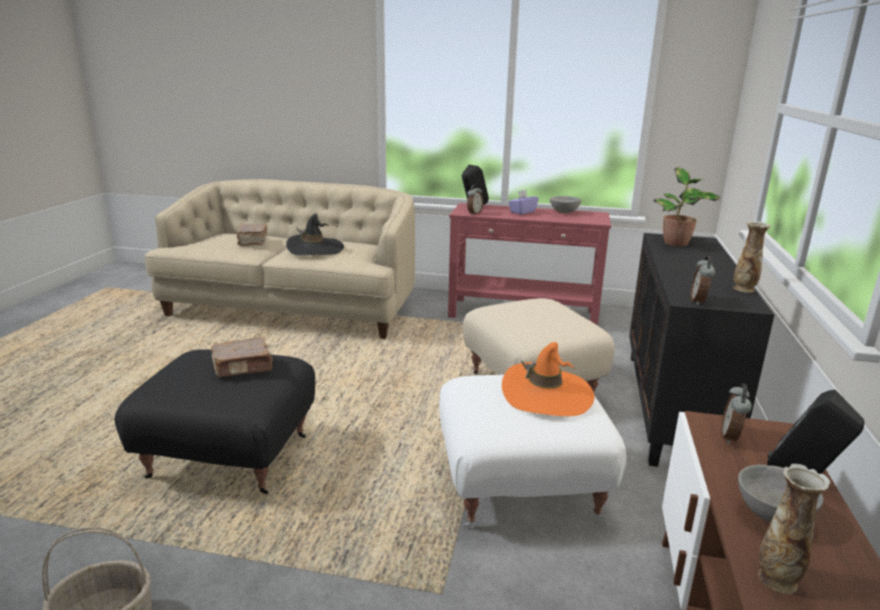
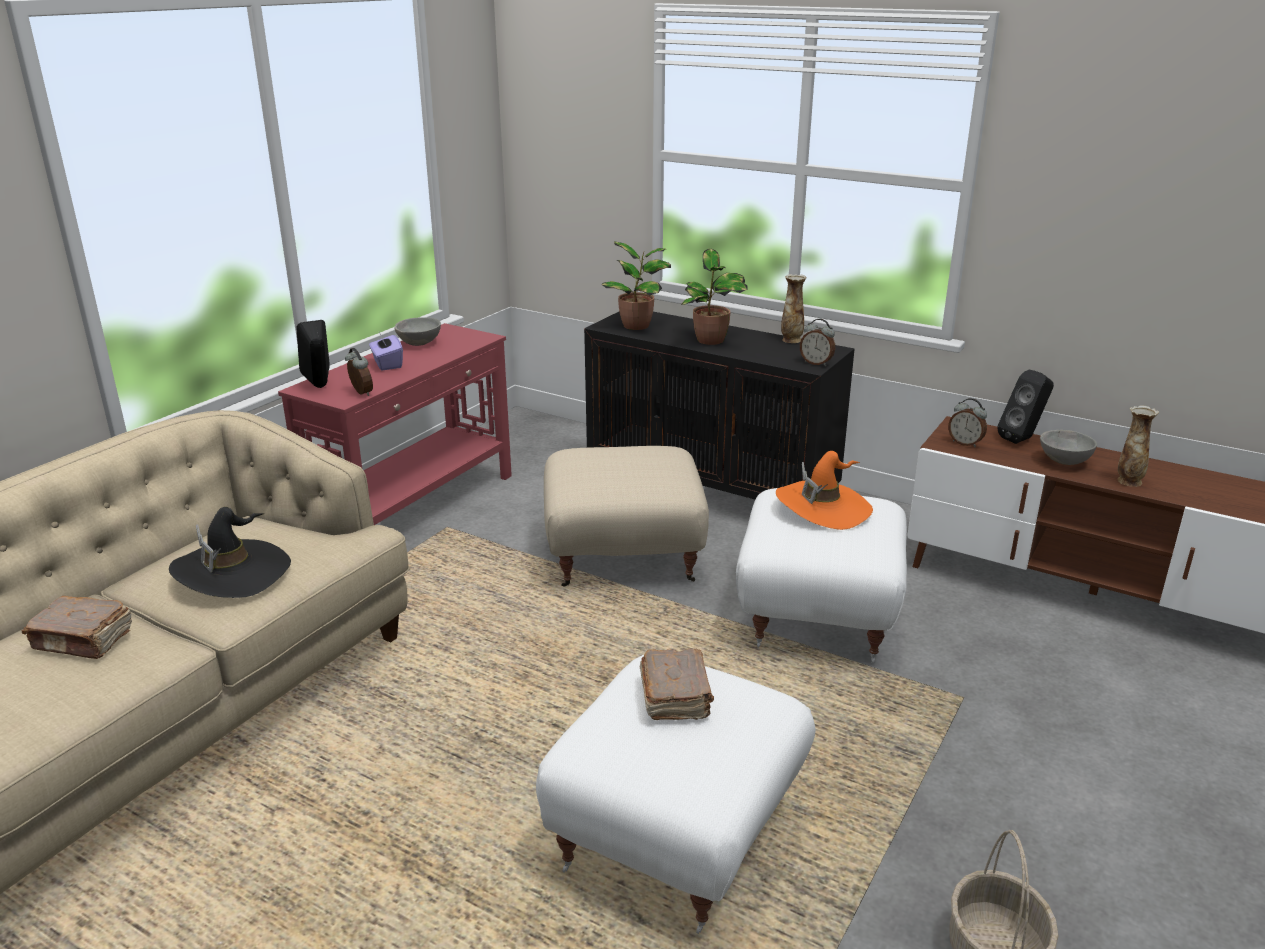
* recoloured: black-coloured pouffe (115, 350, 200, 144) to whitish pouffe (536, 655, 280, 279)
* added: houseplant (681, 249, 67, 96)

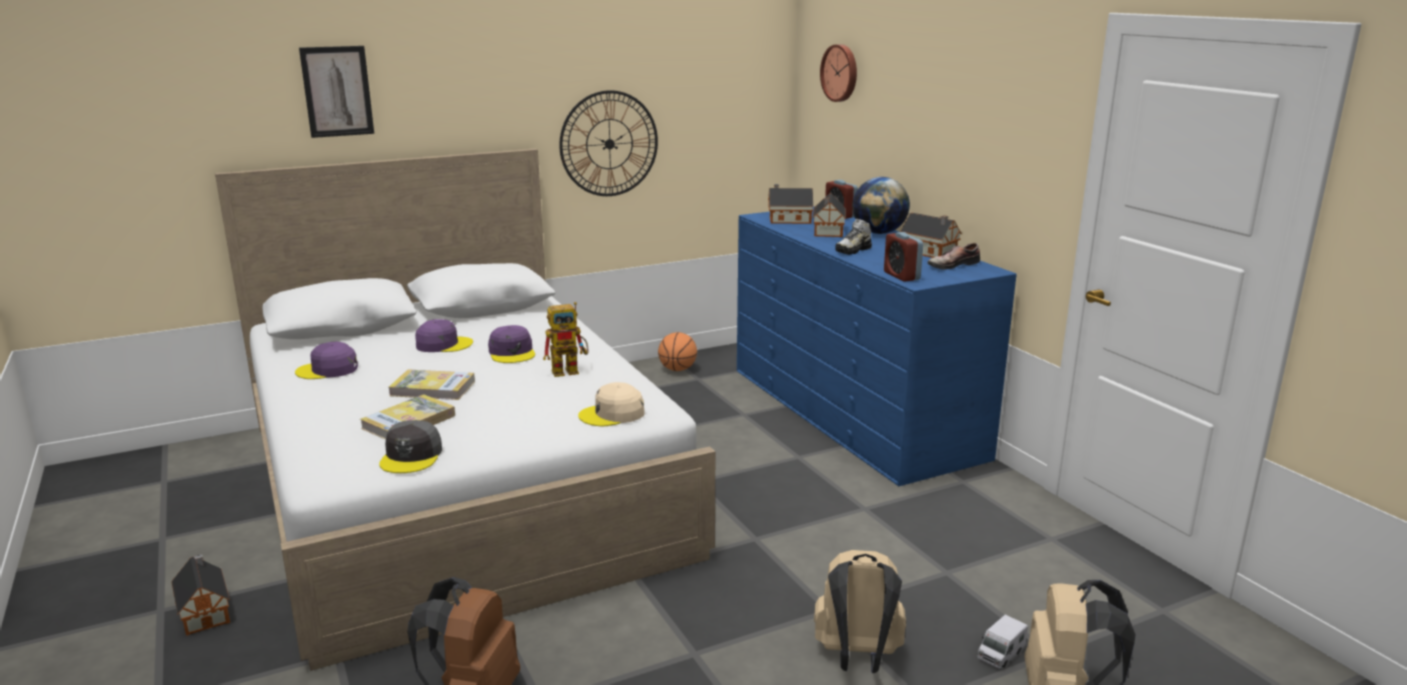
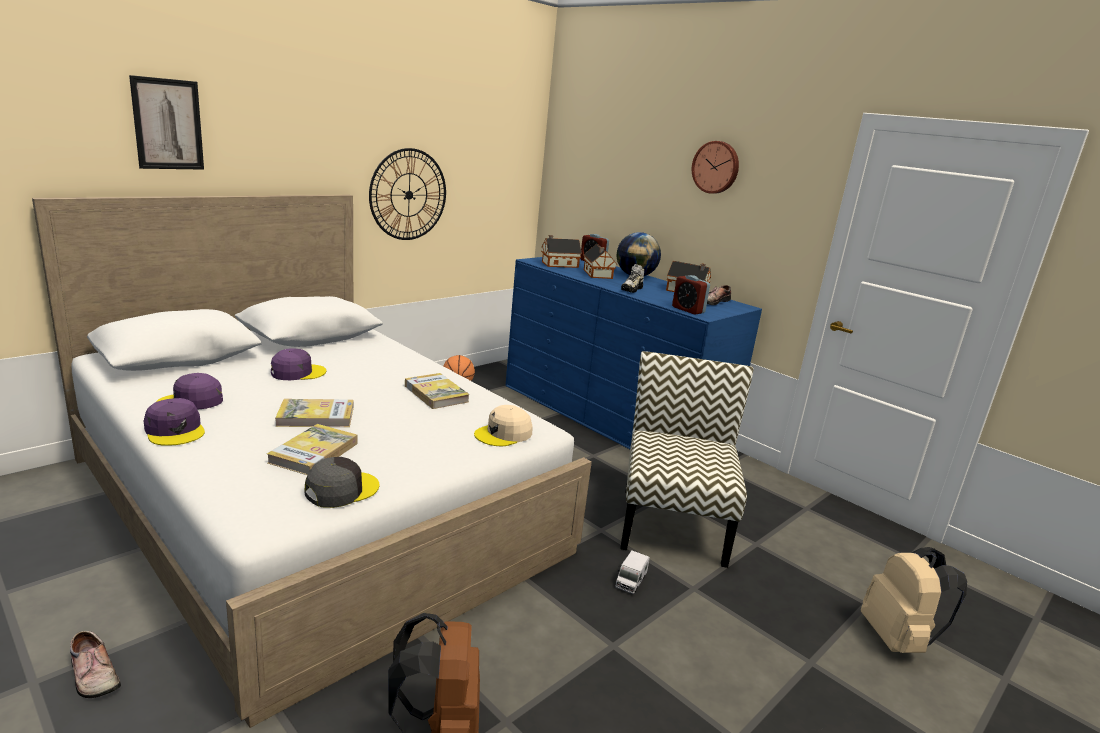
* replaced: miniature house (171, 554, 59, 82) to item of footwear (70, 631, 51, 67)
* turned: greyish baseball cap (379, 420, 63, 53) = (304, 457, 75, 51) 120 degrees counterclockwise
* moved: purple baseball cap (488, 325, 47, 38) to (144, 398, 61, 48)
* replaced: robot figure (543, 302, 46, 75) to book (405, 373, 65, 36)
* removed: beige rucksack (814, 550, 92, 123)
* moved: clock on the wall (820, 44, 37, 58) to (692, 141, 47, 53)
* moved: model truck (977, 615, 51, 54) to (615, 550, 35, 44)
* added: chair (620, 351, 134, 217)

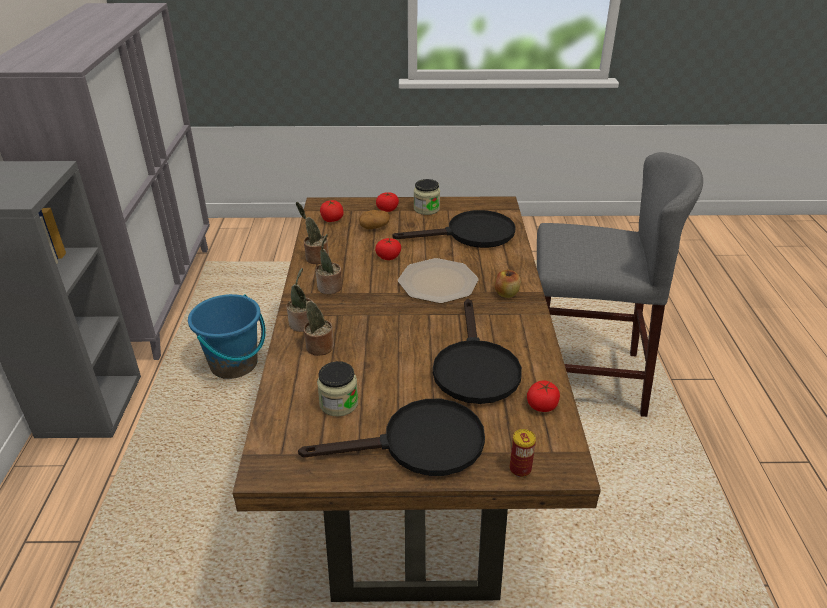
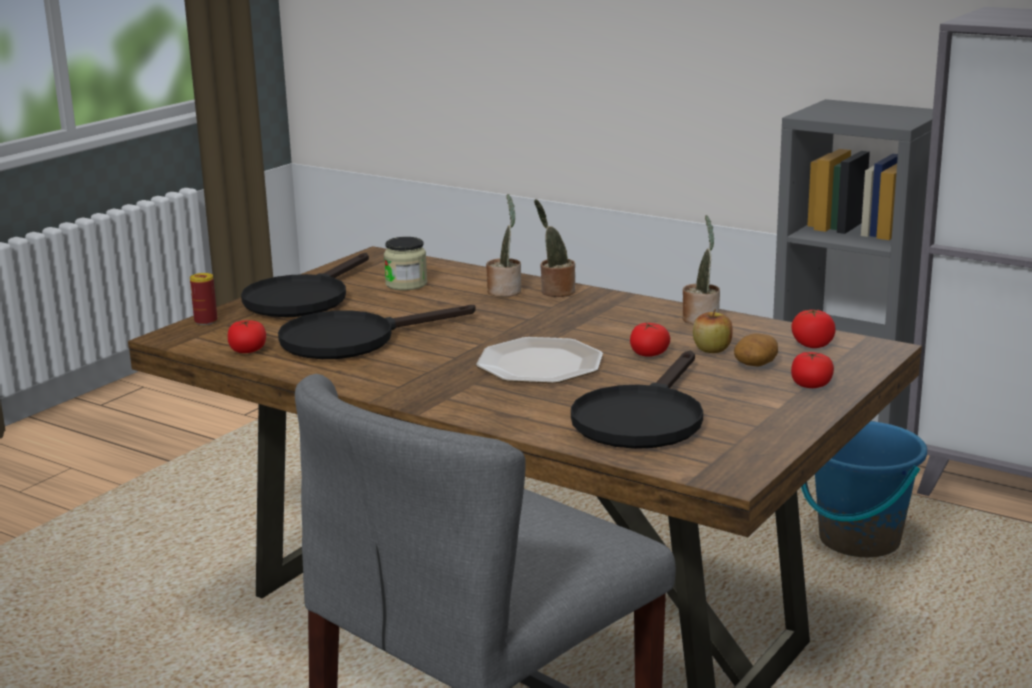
* removed: houseplant (316, 234, 26, 60)
* removed: preserve jar (414, 179, 26, 36)
* turned: black-coloured frying pan (433, 299, 89, 105) = (278, 305, 197, 54) 60 degrees counterclockwise
* moved: apple (494, 270, 27, 28) to (693, 309, 40, 44)

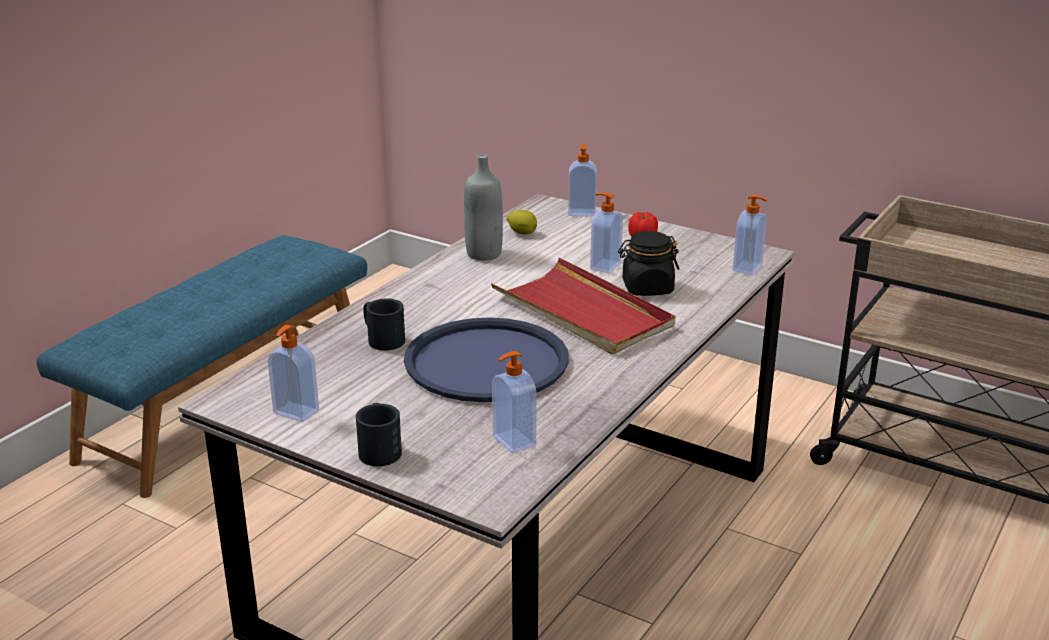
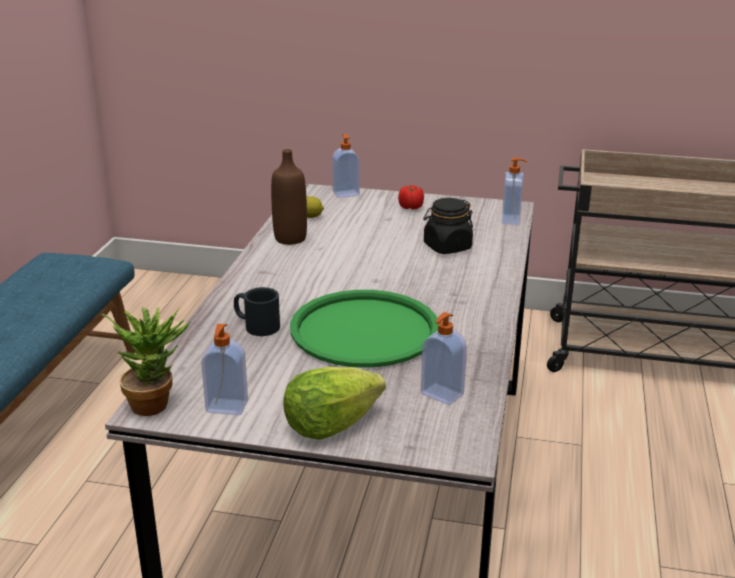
* replaced: black-coloured coffee mug (356, 403, 46, 63) to head of lettuce (283, 367, 103, 73)
* recoloured: blue-coloured carrying tray (404, 317, 165, 85) to greenish carrying tray (290, 290, 148, 78)
* recoloured: greyish bottle (464, 155, 39, 106) to brownish bottle (271, 149, 36, 96)
* removed: reddish carrying tray (491, 258, 184, 97)
* removed: soap dispenser (590, 192, 33, 81)
* added: houseplant (102, 307, 88, 109)

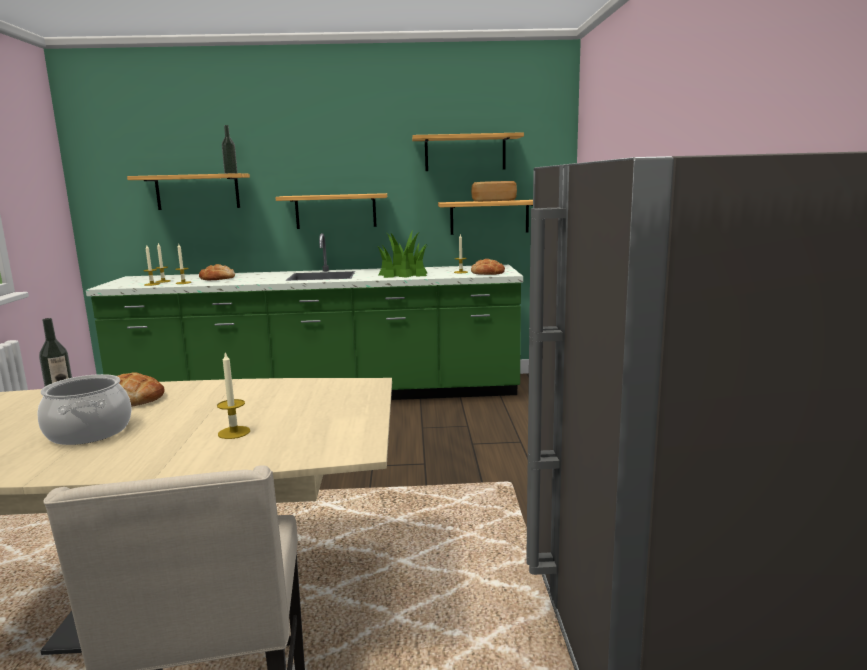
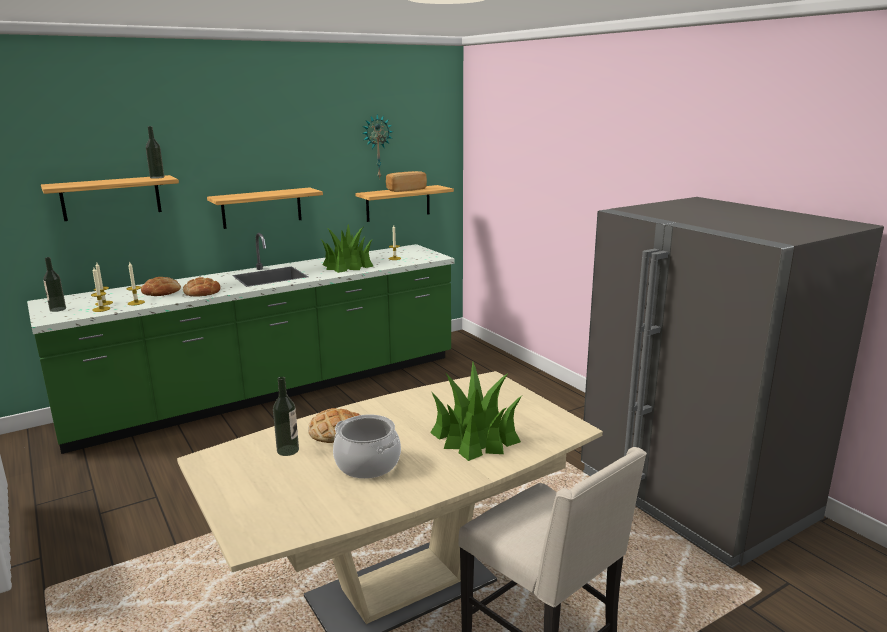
* replaced: wax light (217, 351, 33, 88) to houseplant (430, 362, 92, 99)
* replaced: shelf (412, 132, 112, 39) to clock on the wall (362, 114, 31, 65)
* moved: baked bread (471, 259, 34, 16) to (183, 277, 38, 20)
* added: bottle (43, 257, 23, 55)

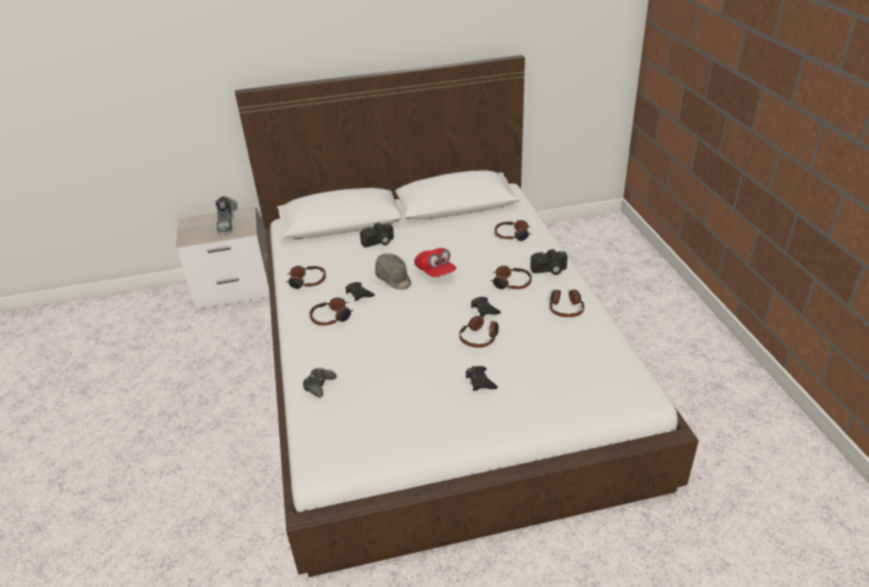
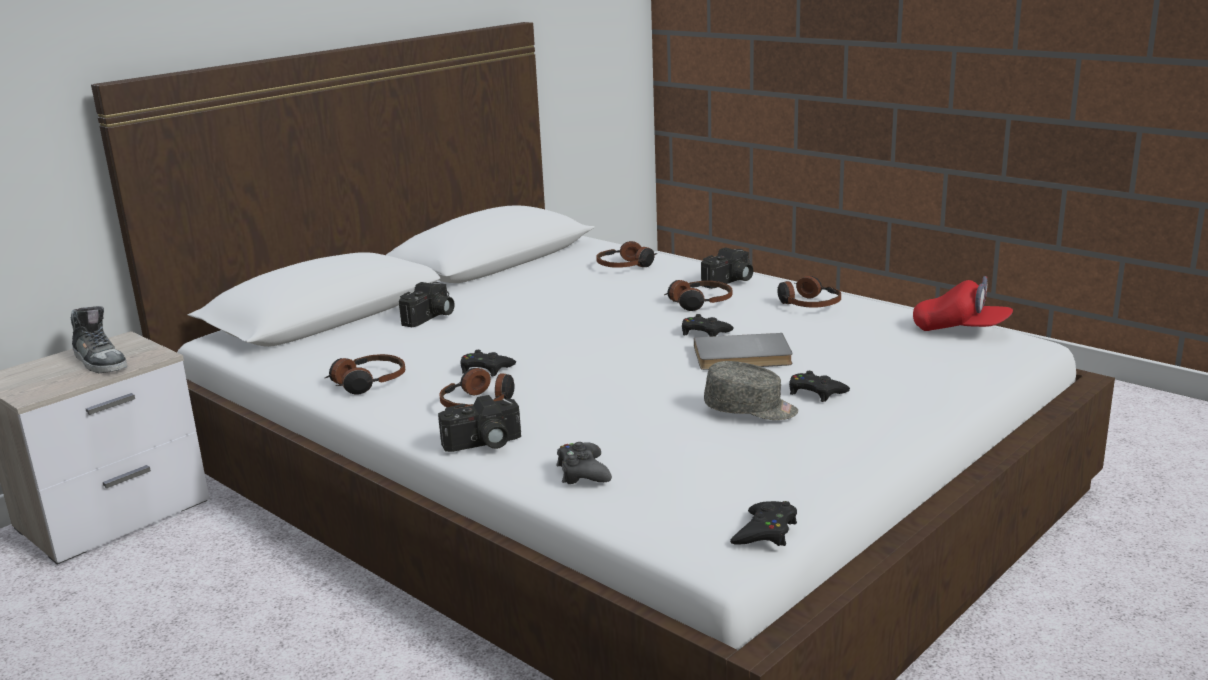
* moved: greyish baseball cap (375, 253, 36, 37) to (704, 361, 94, 59)
* moved: reddish baseball cap (414, 248, 42, 29) to (913, 276, 100, 55)
* replaced: headphones (459, 316, 40, 32) to greyish book (694, 333, 99, 37)
* added: still camera (438, 395, 83, 57)
* added: black-coloured joypad (730, 501, 67, 45)

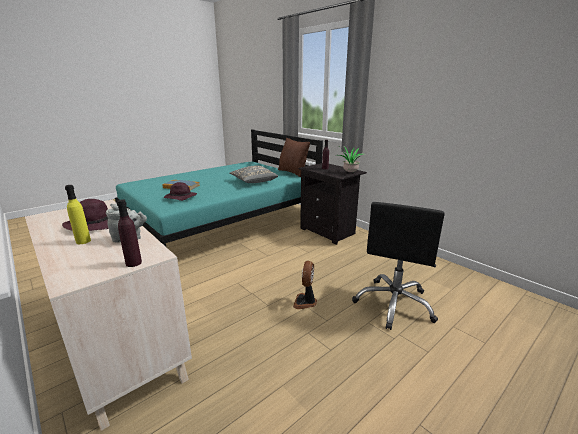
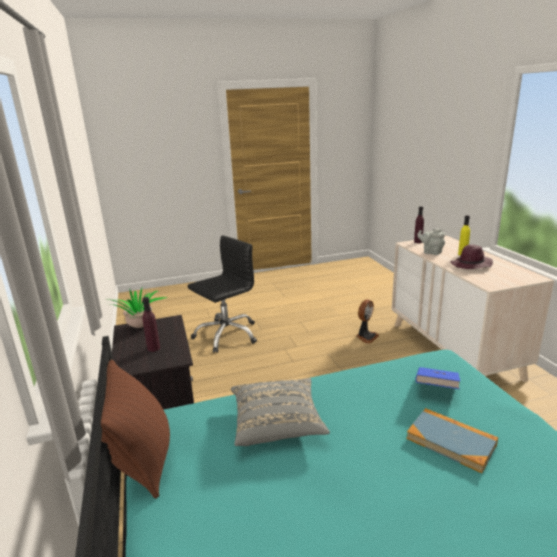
* replaced: purple wearable hat (164, 182, 33, 19) to blue-coloured book (415, 367, 45, 22)
* moved: cooling fan (293, 261, 24, 48) to (356, 299, 23, 45)

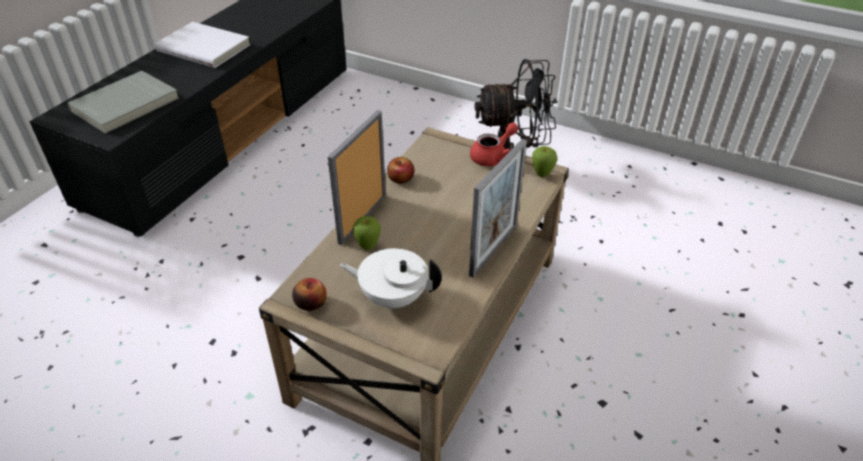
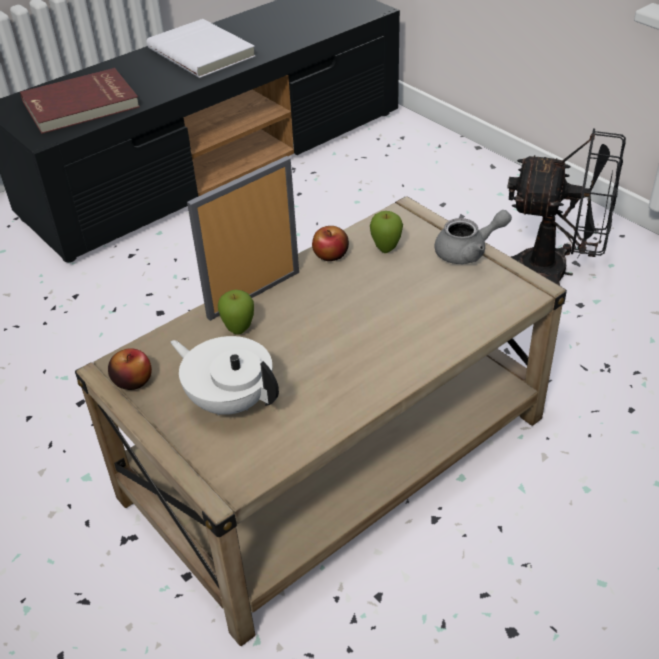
* recoloured: greyish book (68, 71, 111, 63) to reddish book (20, 68, 120, 66)
* removed: picture frame (469, 139, 58, 139)
* recoloured: reddish tea pot (470, 122, 48, 44) to greyish tea pot (435, 210, 77, 54)
* moved: apple (532, 146, 25, 32) to (370, 211, 33, 42)

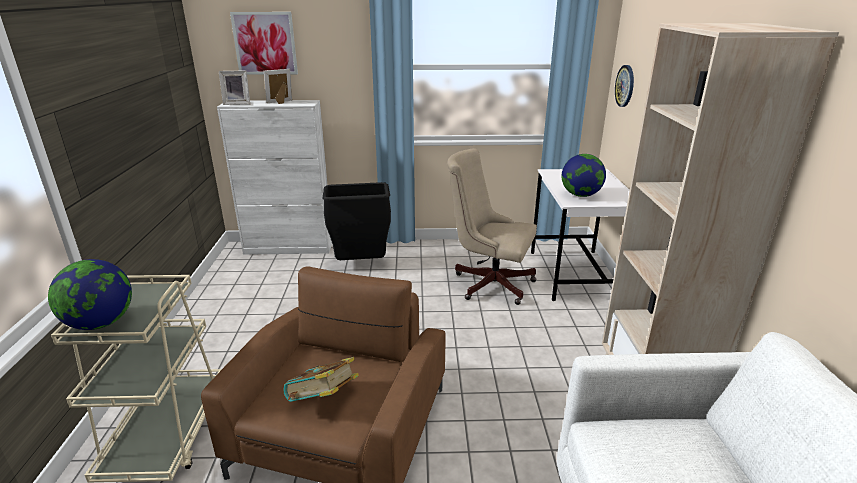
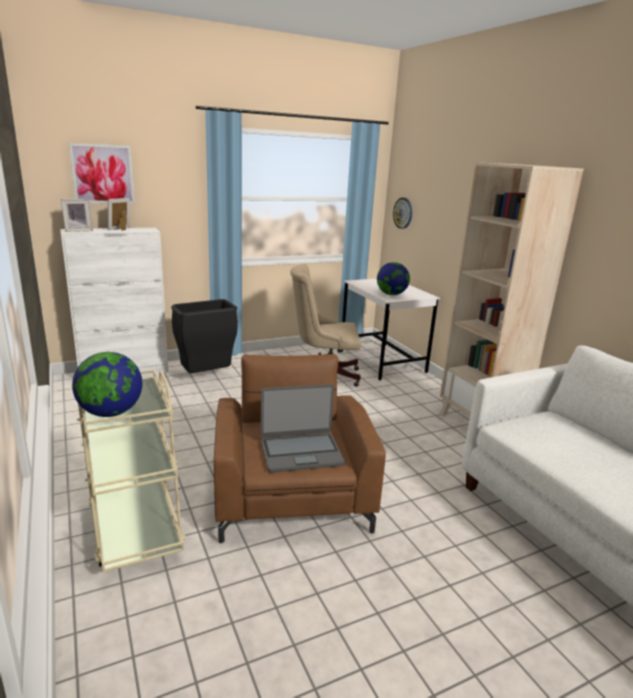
* replaced: book (284, 357, 75, 45) to laptop (261, 384, 84, 89)

